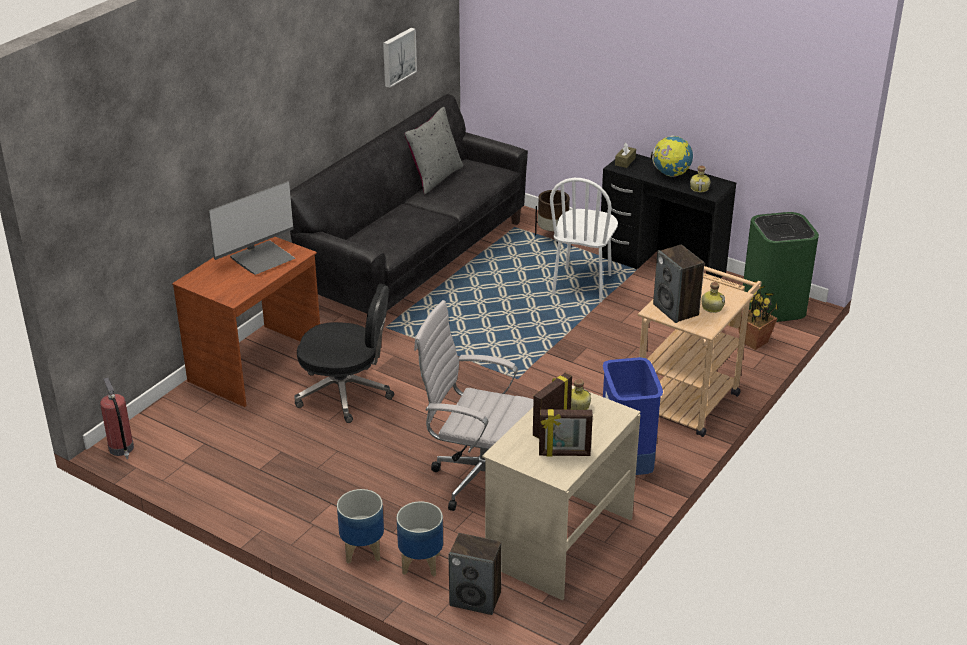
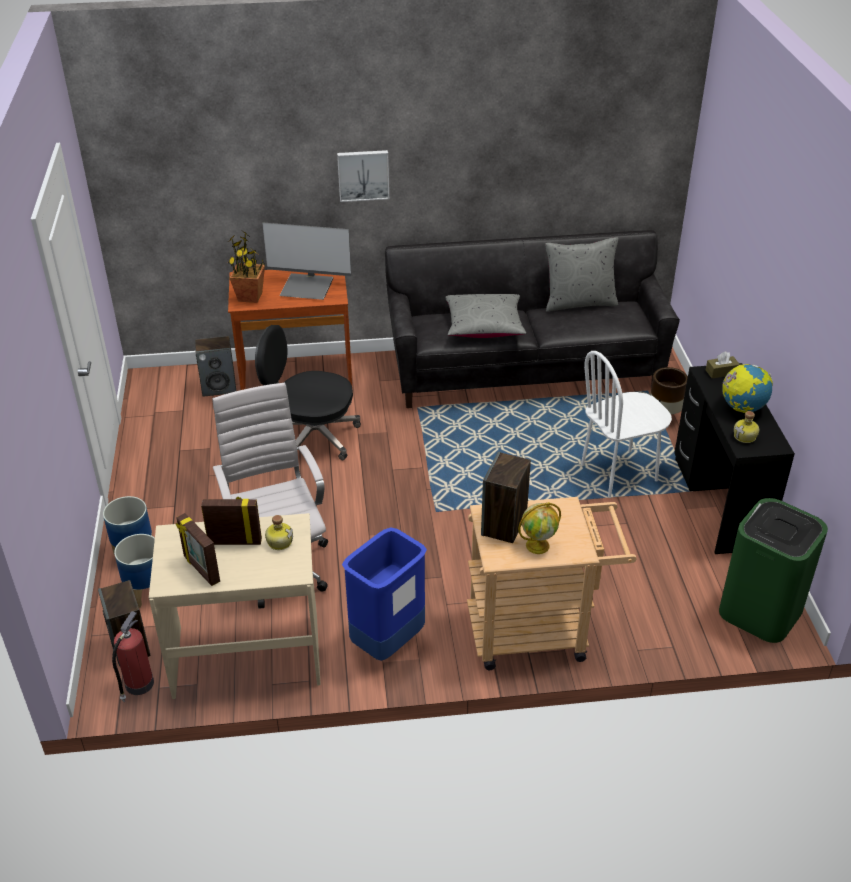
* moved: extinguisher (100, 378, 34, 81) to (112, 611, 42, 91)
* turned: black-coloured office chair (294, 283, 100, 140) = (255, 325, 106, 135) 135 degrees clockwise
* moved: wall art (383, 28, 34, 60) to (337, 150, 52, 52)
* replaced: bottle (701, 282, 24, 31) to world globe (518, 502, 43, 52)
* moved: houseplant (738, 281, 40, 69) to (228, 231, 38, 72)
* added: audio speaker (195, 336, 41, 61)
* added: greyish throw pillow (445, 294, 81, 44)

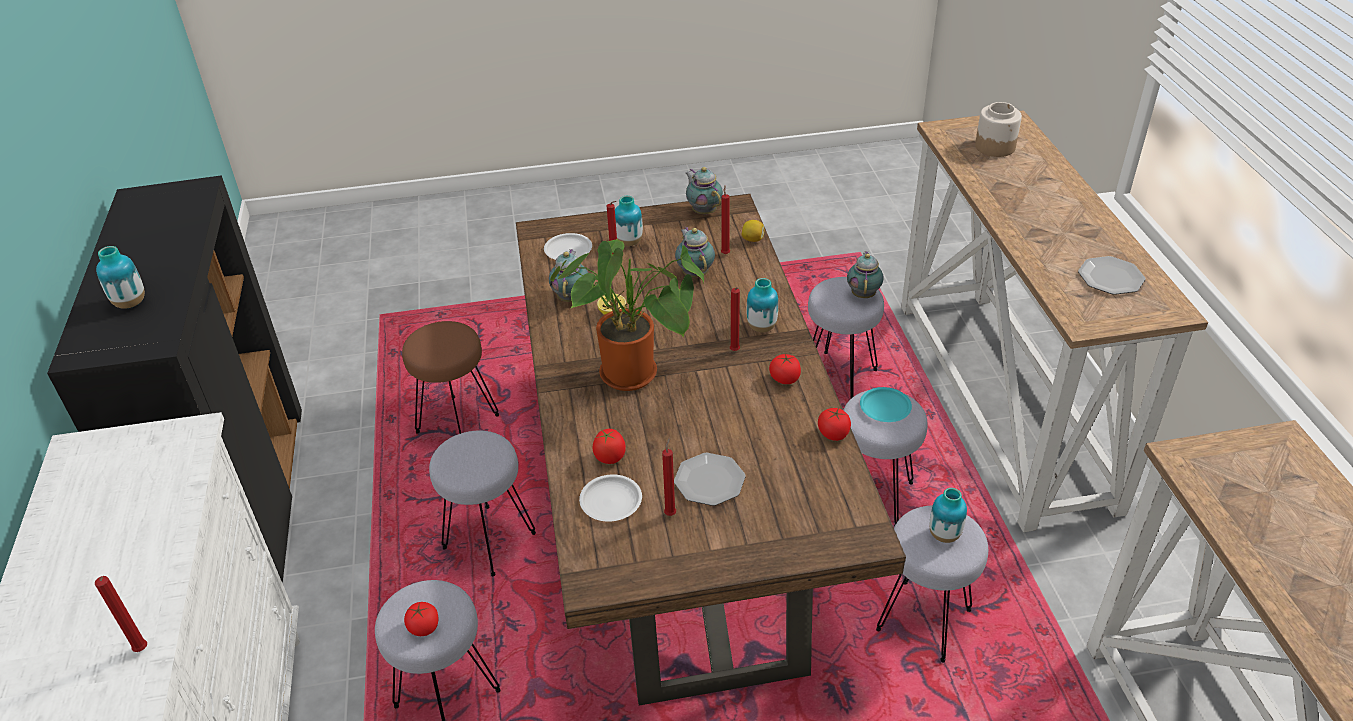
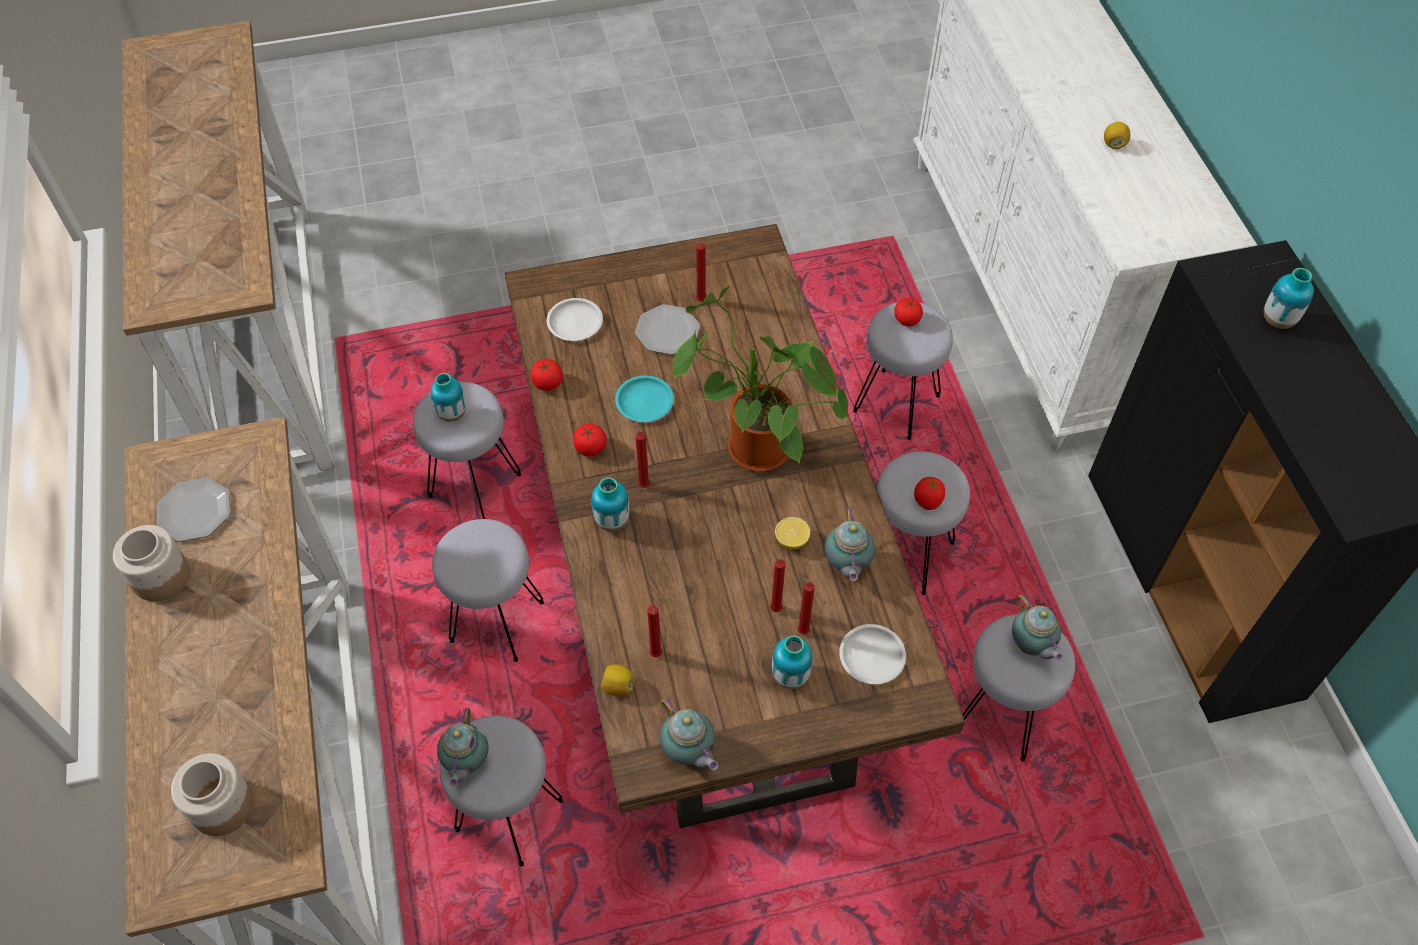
* moved: reddish wax light (95, 576, 52, 76) to (770, 551, 15, 61)
* recoloured: brownish stool (402, 321, 97, 113) to greyish stool (962, 614, 113, 147)
* moved: whitish flat dish (579, 474, 63, 48) to (547, 298, 56, 43)
* moved: tomato (593, 429, 33, 35) to (914, 477, 31, 33)
* moved: tea pot (675, 227, 40, 51) to (1012, 594, 51, 67)
* moved: turquoise flat dish (860, 387, 52, 35) to (615, 375, 59, 47)
* added: preserve jar (113, 525, 77, 76)
* added: whole lemon (1104, 122, 26, 27)

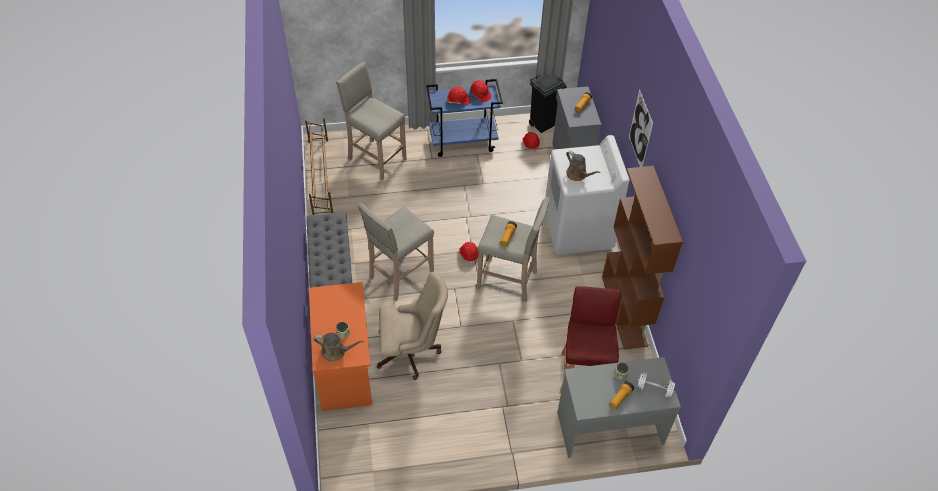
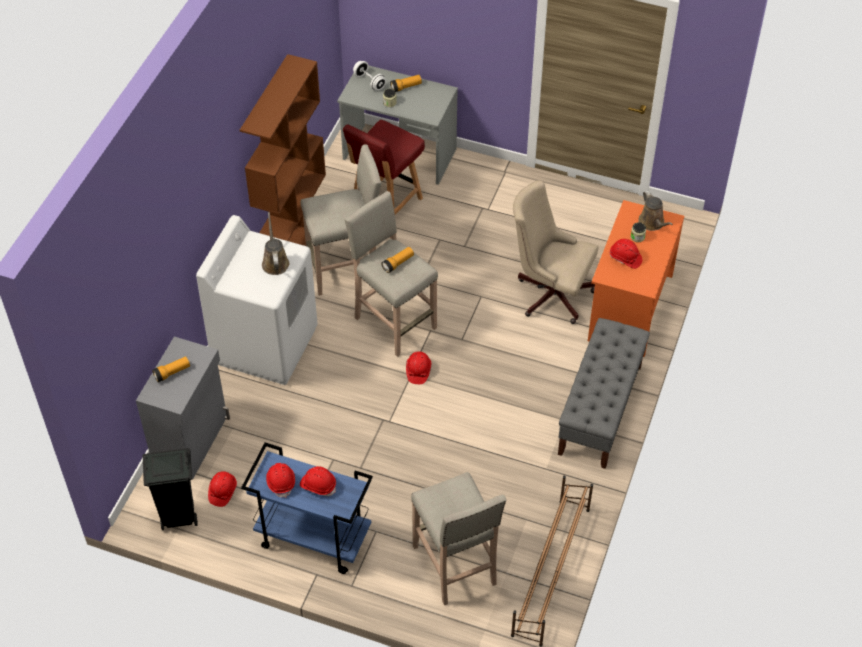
* turned: brownish sprinkling can (314, 333, 50, 29) = (638, 191, 35, 40) 150 degrees counterclockwise
* moved: beige stool (358, 203, 76, 98) to (300, 144, 82, 152)
* removed: wall art (629, 89, 24, 78)
* added: reddish hard hat (610, 239, 32, 30)

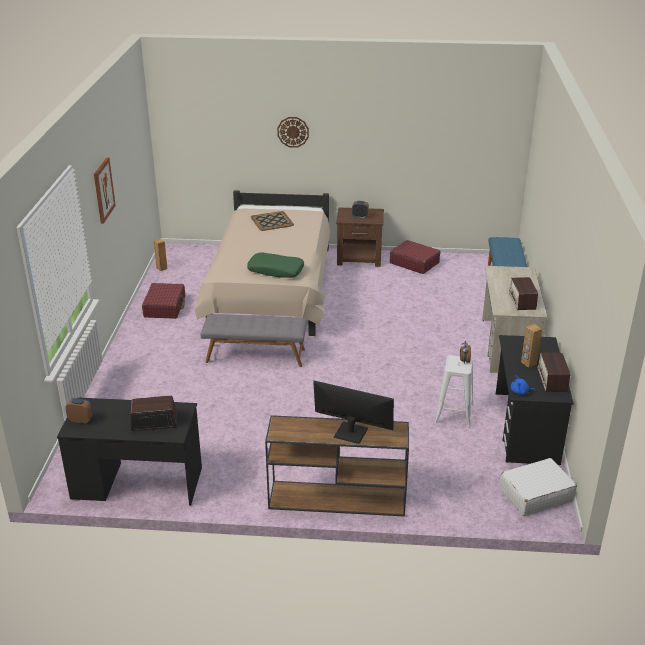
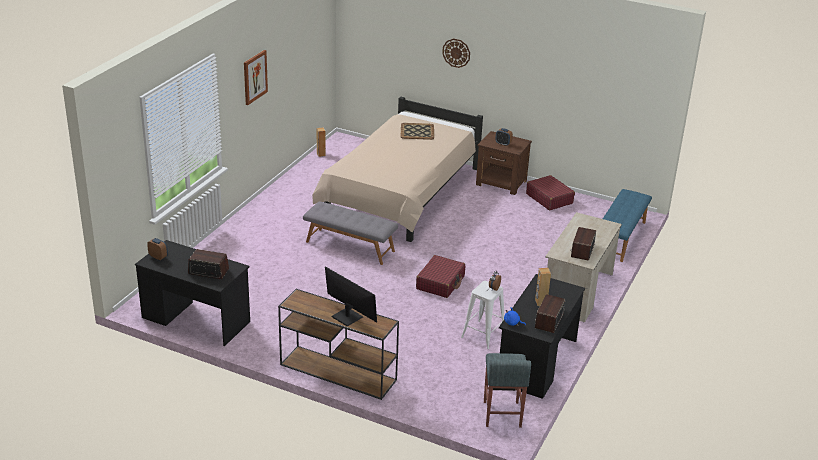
* moved: reddish suitcase (142, 283, 43, 36) to (416, 255, 49, 43)
* removed: greenish throw pillow (247, 252, 57, 26)
* replaced: whitish suitcase (499, 458, 78, 58) to greyish stool (484, 353, 47, 75)

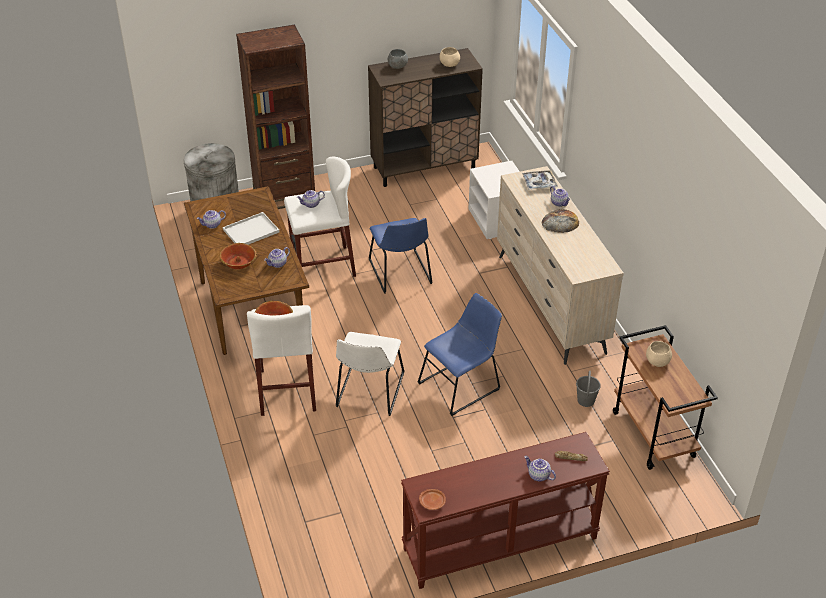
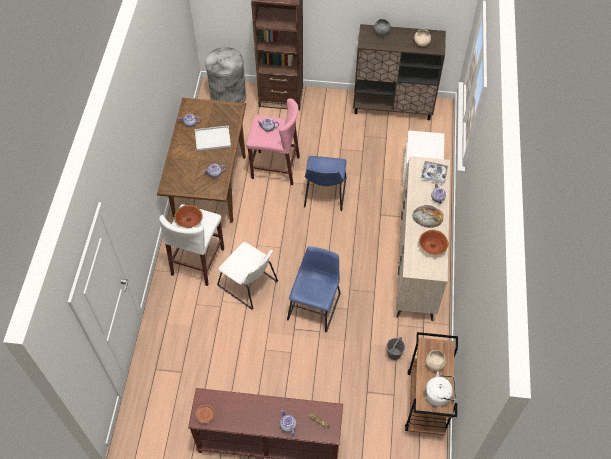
* moved: bowl (220, 243, 37, 26) to (419, 230, 30, 25)
* recoloured: whitish stool (284, 157, 72, 120) to pink-coloured stool (246, 99, 54, 86)
* turned: whitish chair (336, 332, 68, 84) = (217, 242, 61, 68) 90 degrees counterclockwise
* turned: blue-coloured chair (418, 293, 84, 123) = (287, 246, 54, 87) 60 degrees counterclockwise
* added: whitish tea kettle (425, 371, 31, 35)

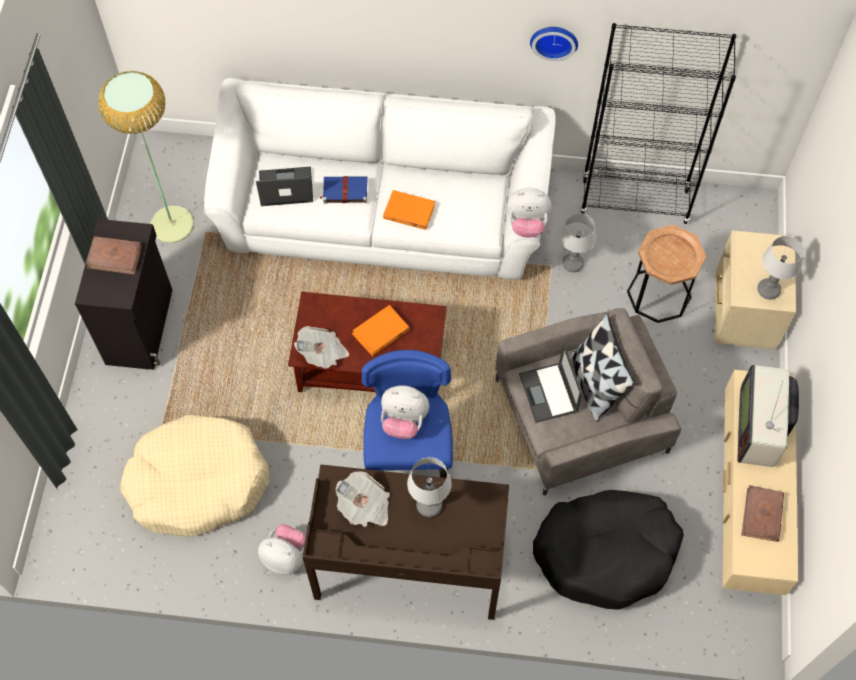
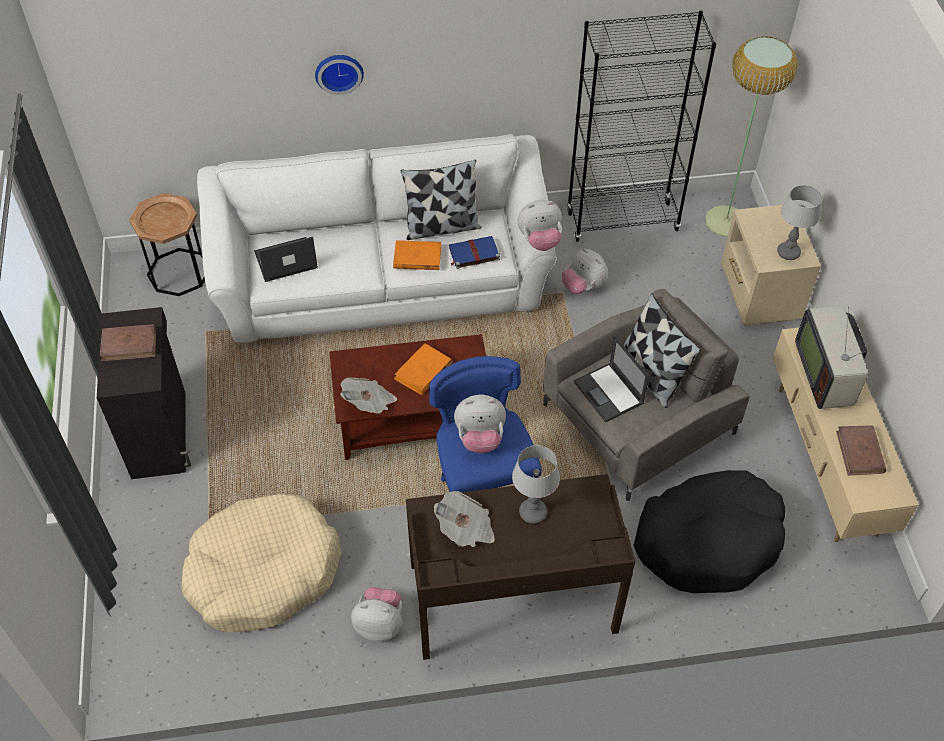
* moved: standing lamp (98, 71, 96, 172) to (705, 36, 93, 201)
* moved: blue-coloured book (319, 176, 48, 27) to (449, 236, 51, 33)
* moved: clock on the wall (530, 27, 48, 34) to (315, 55, 49, 40)
* replaced: table lamp (560, 213, 36, 59) to soft toy (562, 249, 46, 45)
* moved: brownish accent table (627, 225, 79, 98) to (129, 193, 76, 103)
* added: throw pillow (400, 160, 82, 80)

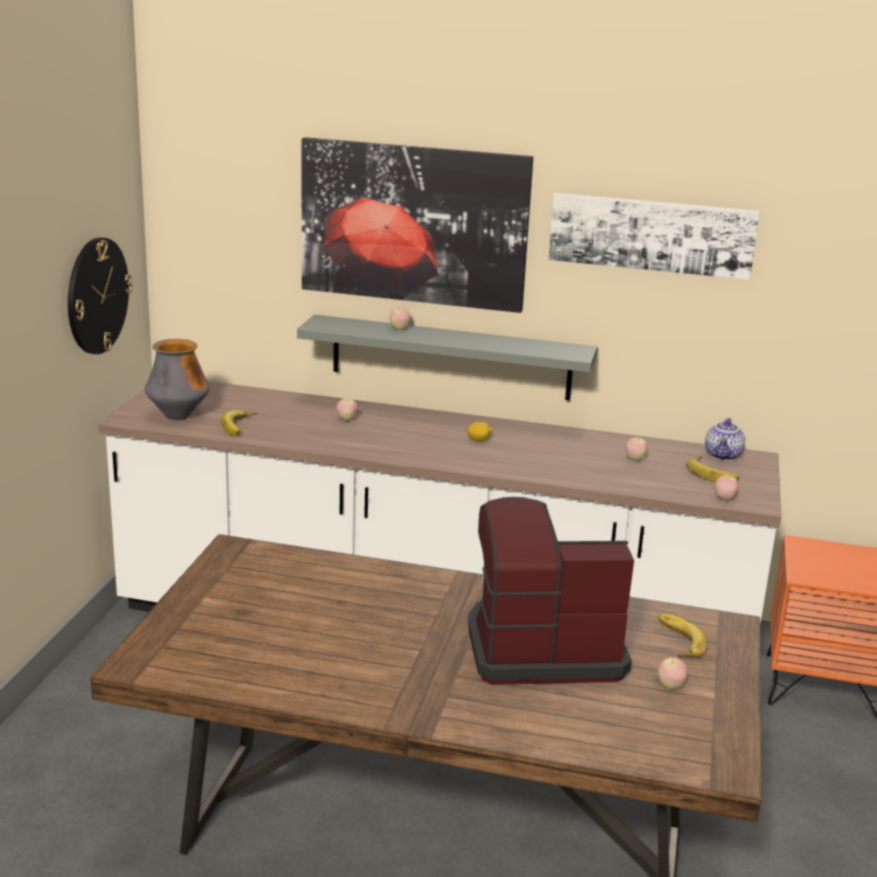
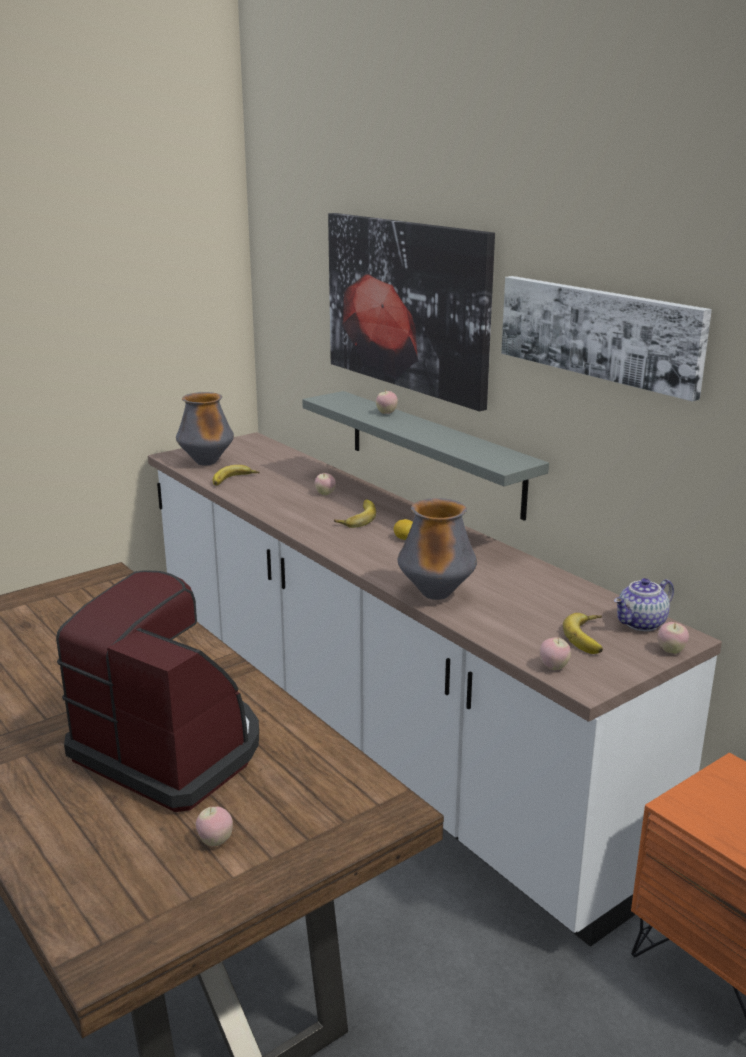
* removed: clock on the wall (68, 237, 64, 117)
* moved: apple (625, 436, 23, 25) to (657, 622, 32, 32)
* moved: banana fruit (658, 614, 50, 44) to (334, 500, 42, 28)
* added: flower vase (398, 498, 79, 102)

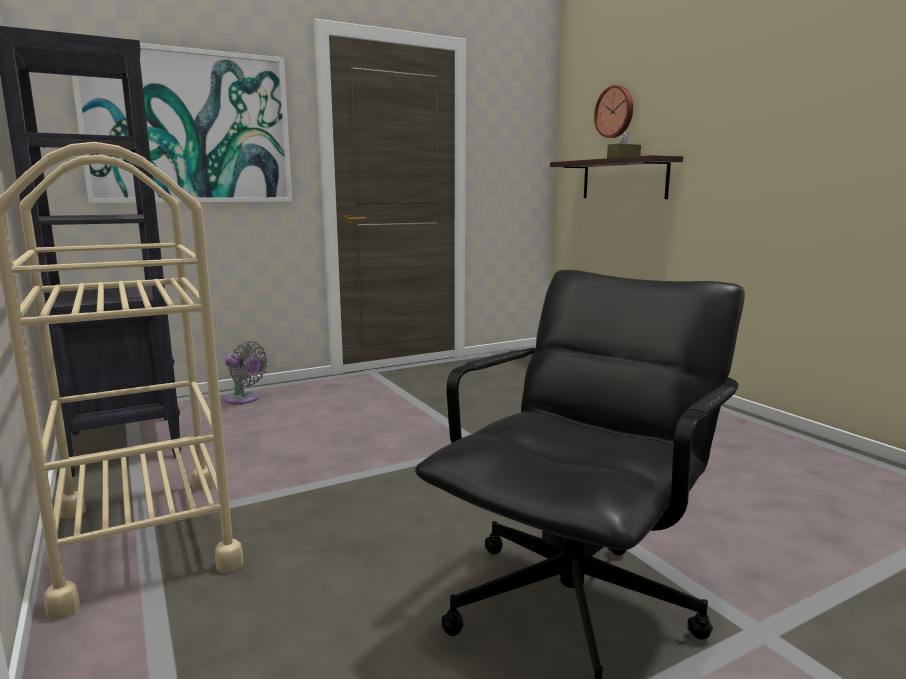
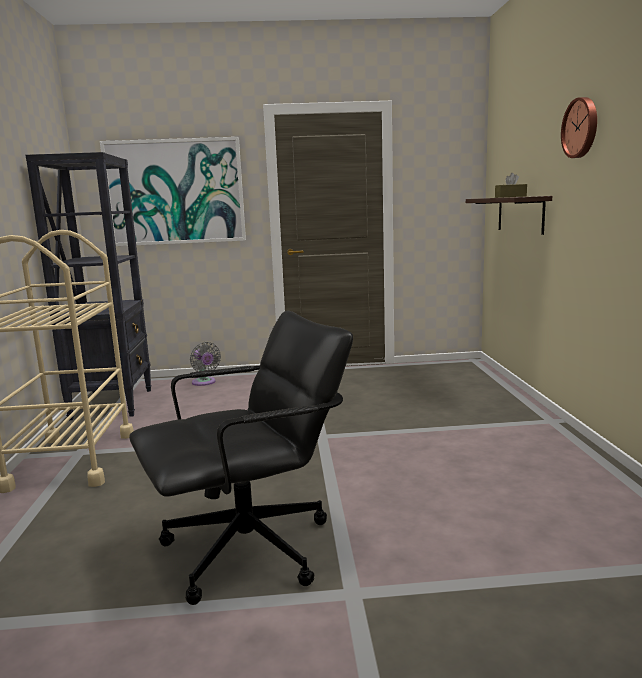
* moved: clock on the wall (594, 85, 39, 53) to (561, 97, 36, 61)

